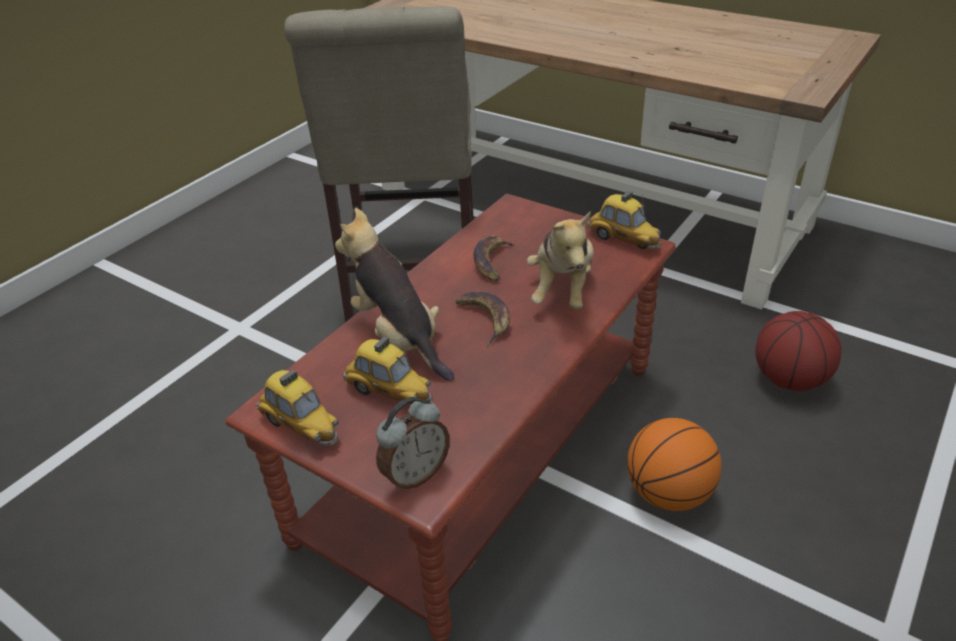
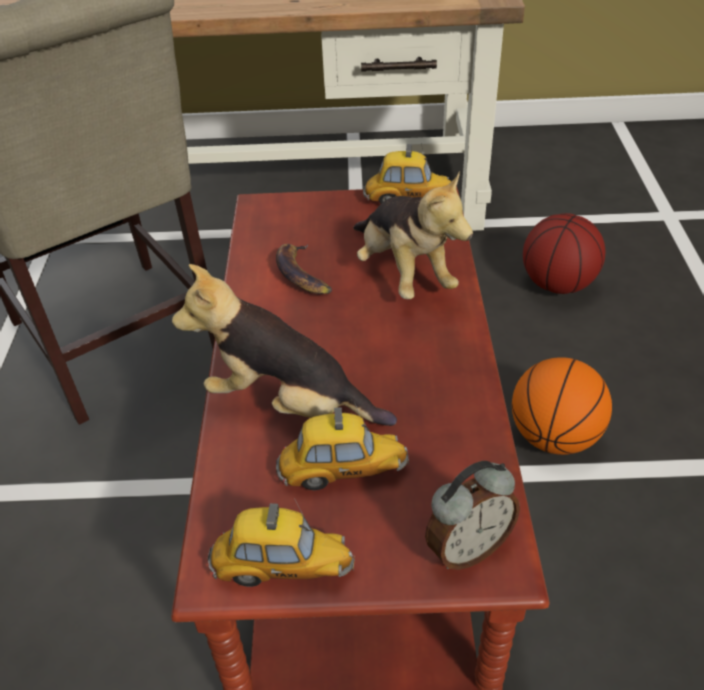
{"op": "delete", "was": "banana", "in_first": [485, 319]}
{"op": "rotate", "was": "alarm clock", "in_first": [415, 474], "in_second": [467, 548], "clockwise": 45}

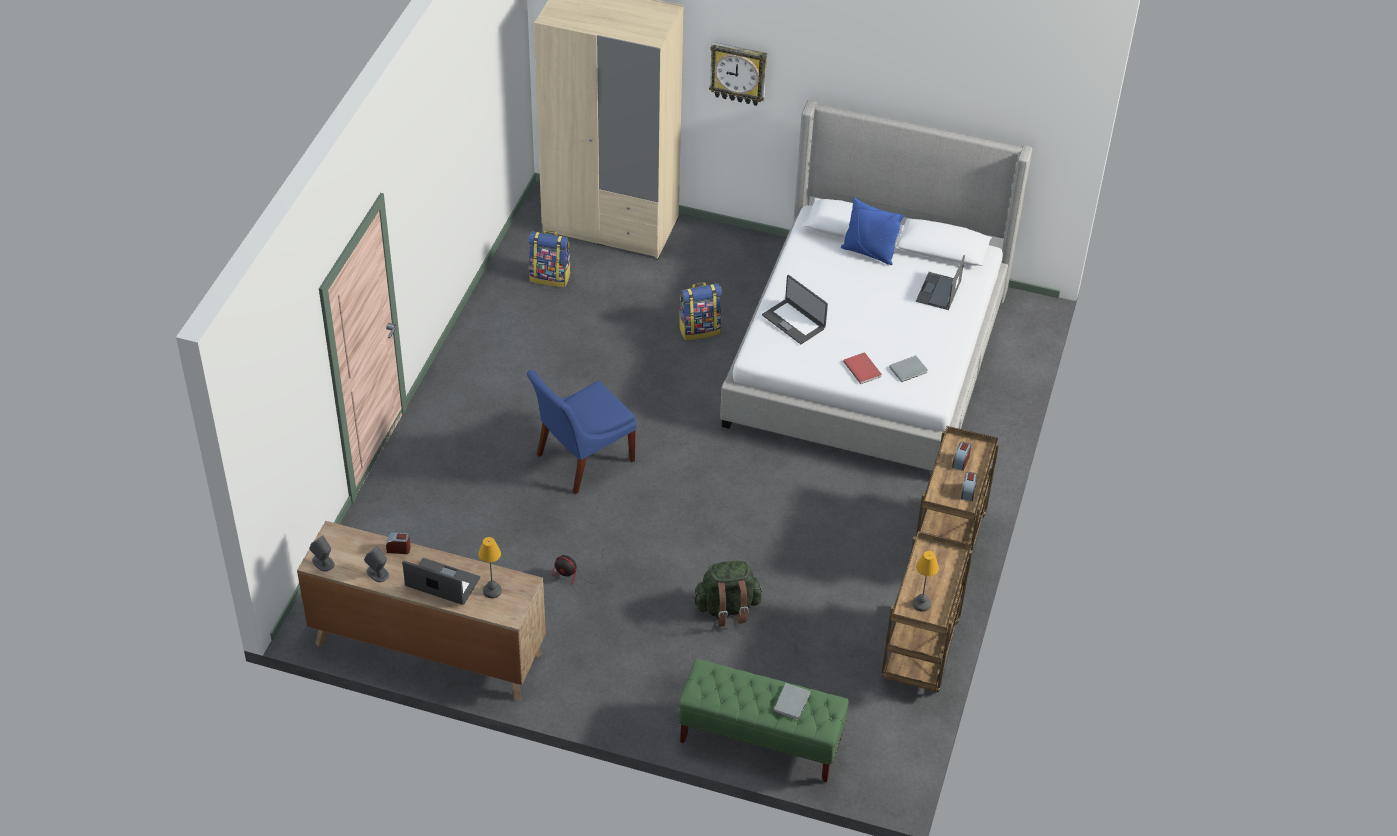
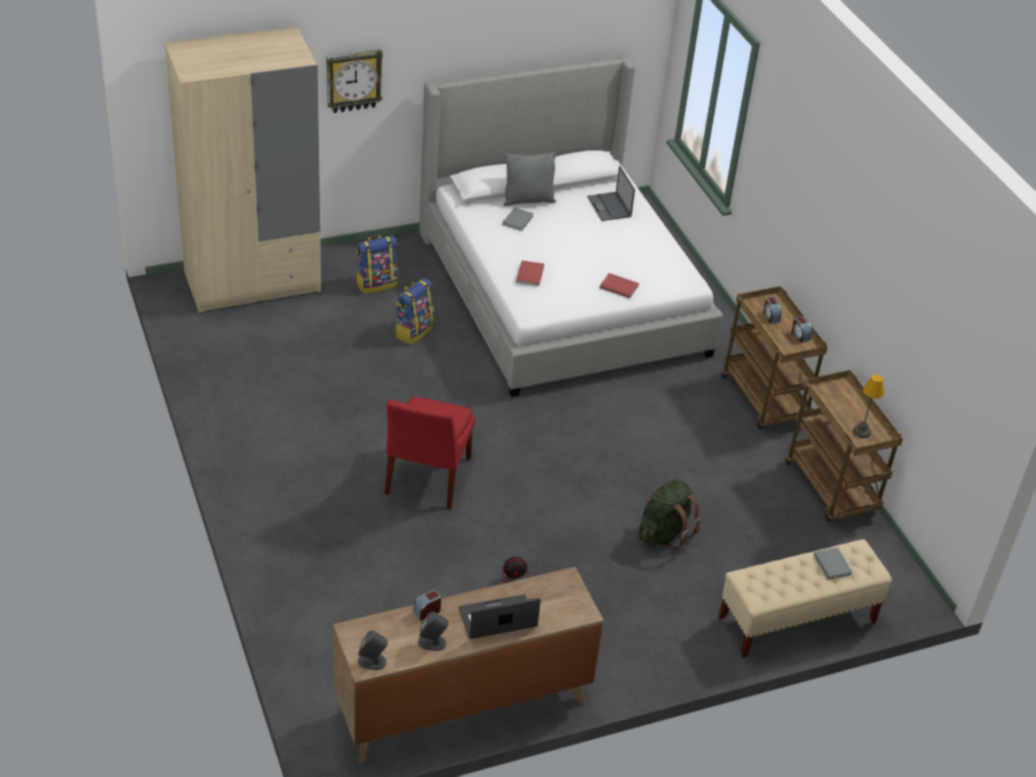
{"op": "recolor", "was": "blue pillow", "now": "grey pillow", "in_first": [869, 253], "in_second": [528, 201]}
{"op": "move", "was": "backpack", "in_first": [550, 277], "in_second": [376, 284]}
{"op": "replace", "was": "laptop", "now": "red book", "in_first": [794, 321], "in_second": [531, 274]}
{"op": "move", "was": "grey book", "in_first": [909, 370], "in_second": [518, 220]}
{"op": "recolor", "was": "blue chair", "now": "red chair", "in_first": [581, 459], "in_second": [426, 478]}
{"op": "delete", "was": "table lamp", "in_first": [492, 590]}
{"op": "recolor", "was": "green bench", "now": "beige bench", "in_first": [760, 740], "in_second": [796, 620]}

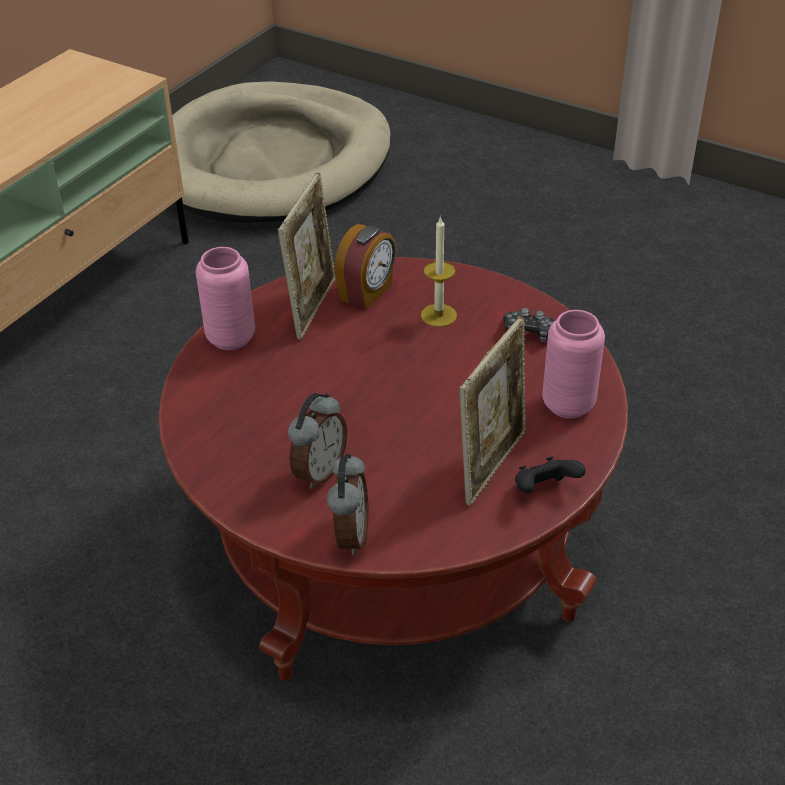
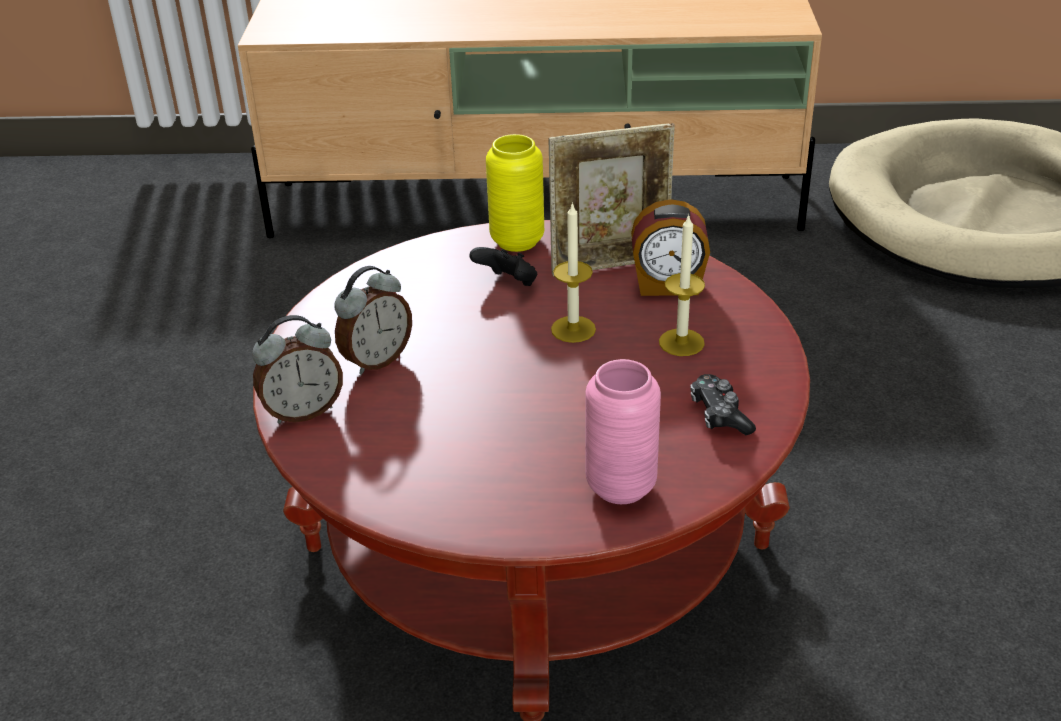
{"op": "recolor", "was": "pink vase", "now": "yellow vase", "in_first": [231, 338], "in_second": [517, 241]}
{"op": "delete", "was": "picture frame", "in_first": [492, 464]}
{"op": "rotate", "was": "alarm clock", "in_first": [318, 471], "in_second": [376, 360], "clockwise": -45}
{"op": "move", "was": "black game controller", "in_first": [544, 490], "in_second": [508, 284]}
{"op": "insert", "now": "candle", "in_second": [573, 329]}

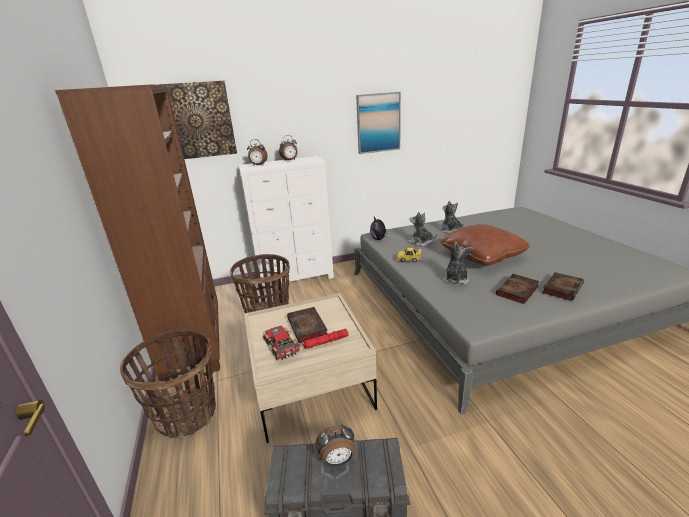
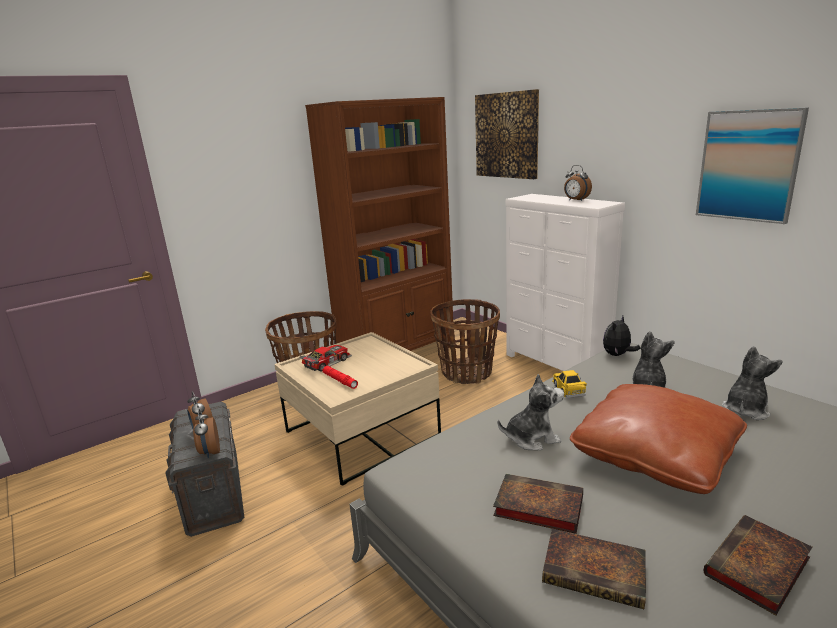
{"op": "move", "was": "alarm clock", "in_first": [258, 165], "in_second": [209, 452]}
{"op": "move", "was": "book", "in_first": [308, 327], "in_second": [757, 569]}

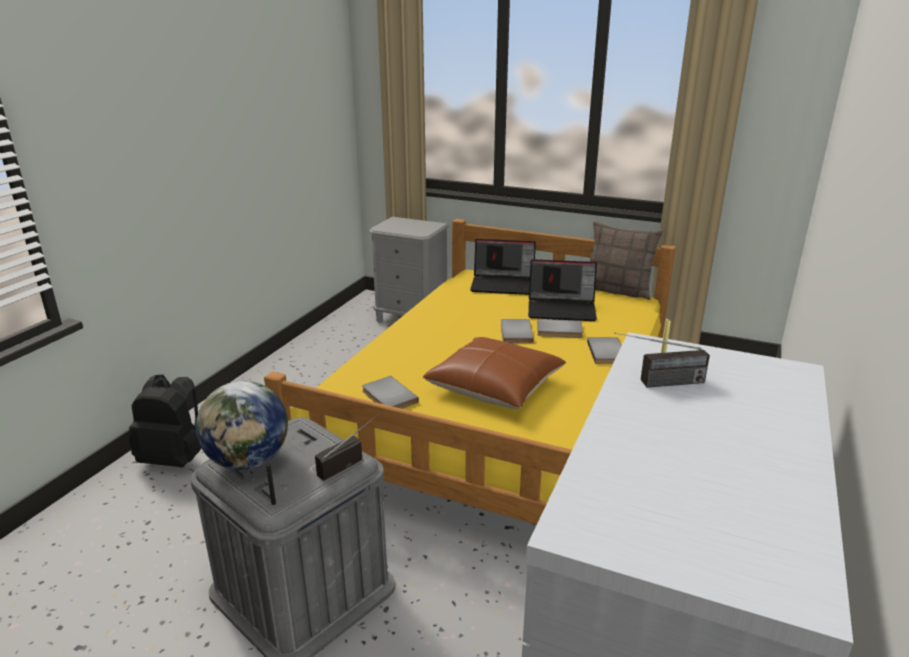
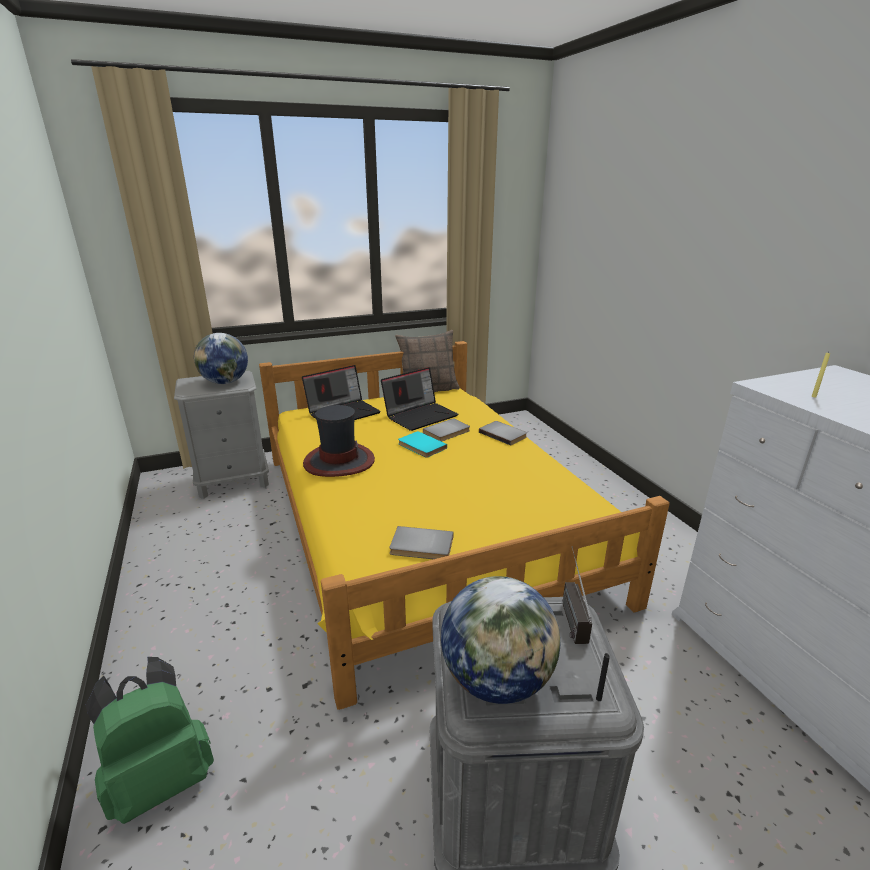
{"op": "recolor", "was": "grey book", "now": "turquoise book", "in_first": [514, 333], "in_second": [420, 446]}
{"op": "delete", "was": "radio", "in_first": [657, 383]}
{"op": "delete", "was": "brown pillow", "in_first": [495, 386]}
{"op": "recolor", "was": "black backpack", "now": "green backpack", "in_first": [174, 458], "in_second": [162, 779]}
{"op": "insert", "now": "globe", "in_second": [225, 382]}
{"op": "insert", "now": "hat", "in_second": [338, 461]}

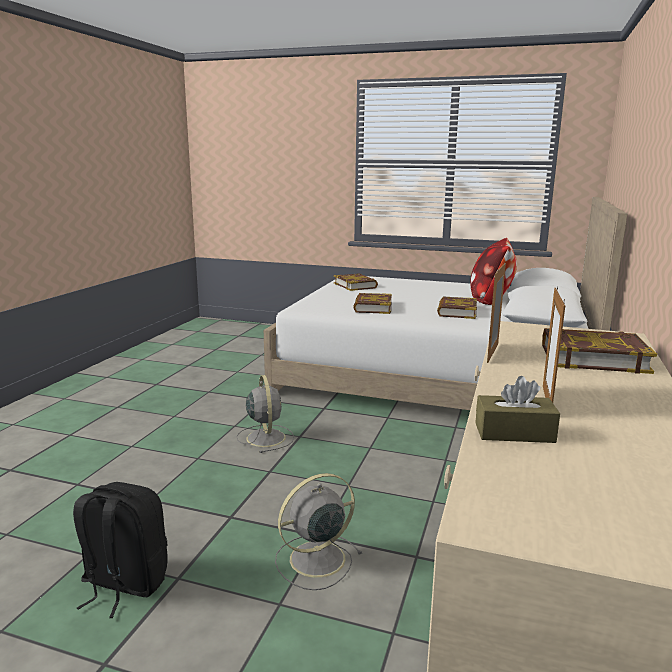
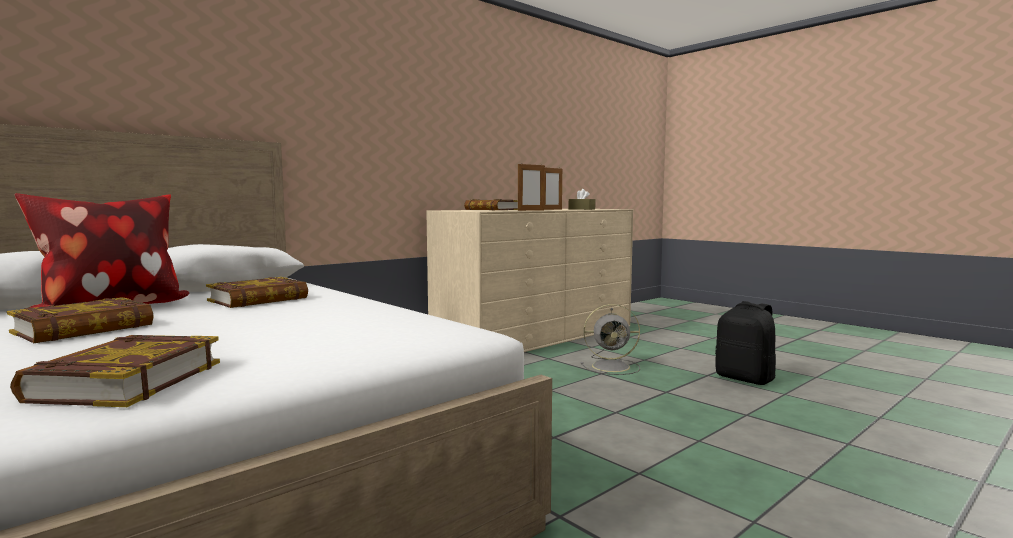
{"op": "move", "was": "book", "in_first": [372, 307], "in_second": [84, 329]}
{"op": "delete", "was": "grey fan", "in_first": [265, 437]}

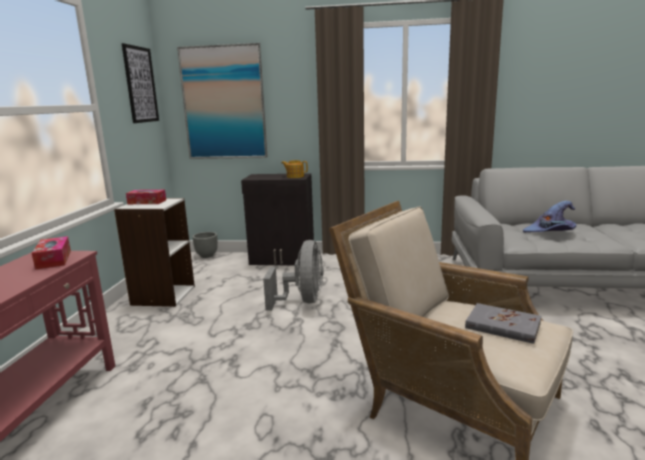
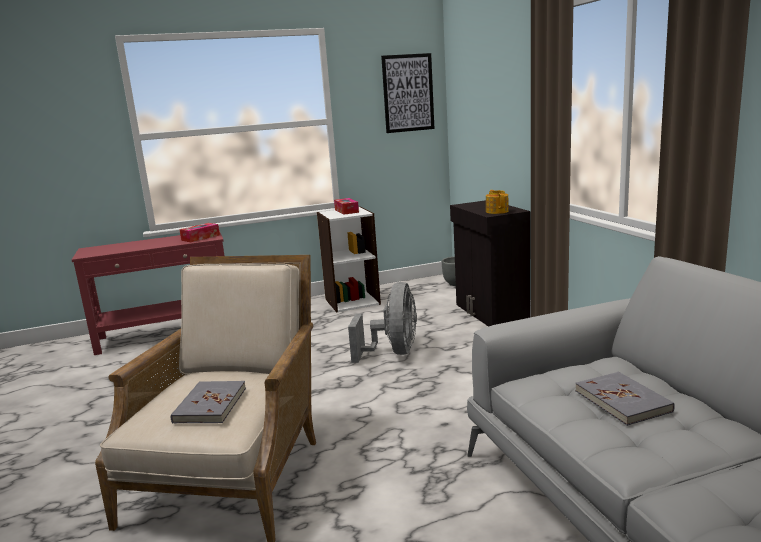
{"op": "delete", "was": "picture", "in_first": [224, 103]}
{"op": "replace", "was": "purple hat", "now": "grey book", "in_first": [550, 232], "in_second": [622, 401]}
{"op": "rotate", "was": "grey fan", "in_first": [302, 301], "in_second": [393, 352], "clockwise": -60}

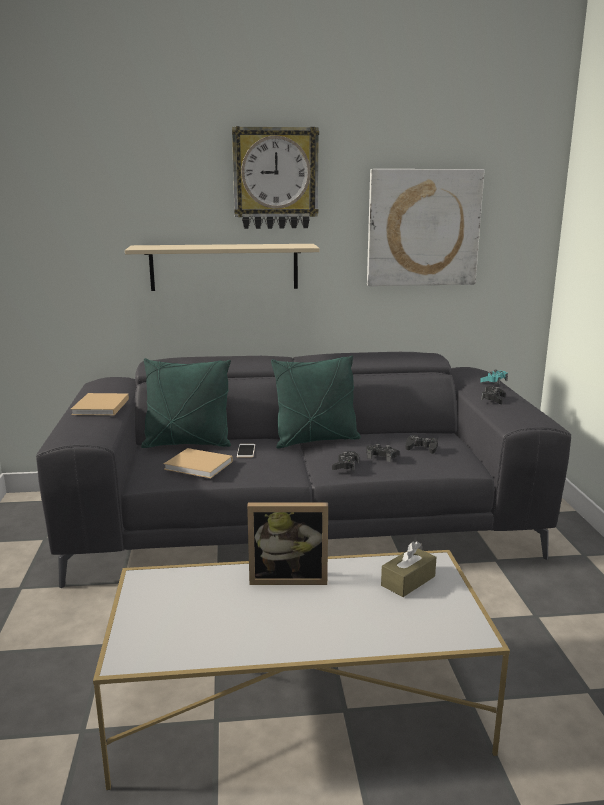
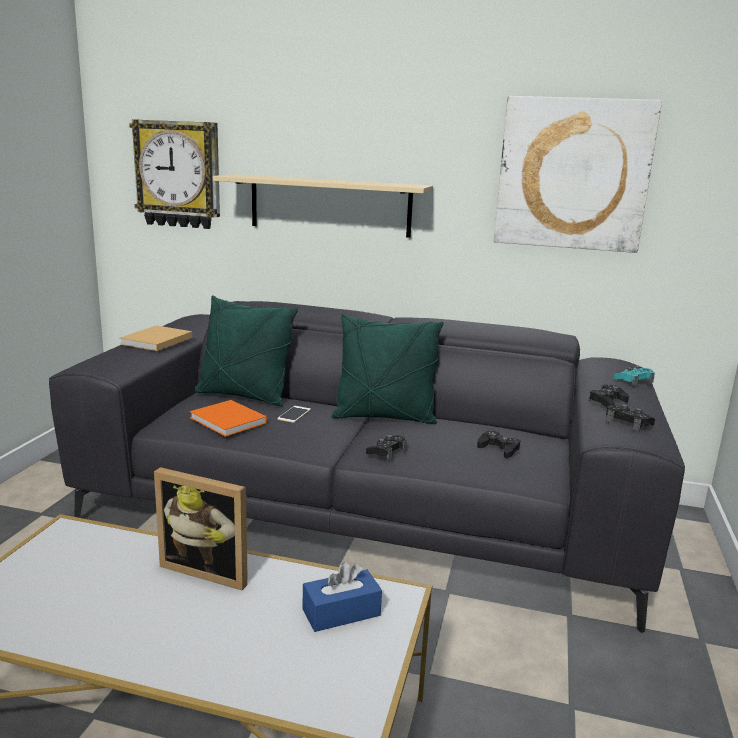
{"op": "move", "was": "wall clock", "in_first": [275, 178], "in_second": [178, 174]}
{"op": "move", "was": "black game controller", "in_first": [382, 456], "in_second": [628, 423]}
{"op": "recolor", "was": "beige book", "now": "orange book", "in_first": [200, 465], "in_second": [229, 421]}
{"op": "recolor", "was": "brown tissue box", "now": "blue tissue box", "in_first": [408, 581], "in_second": [341, 612]}

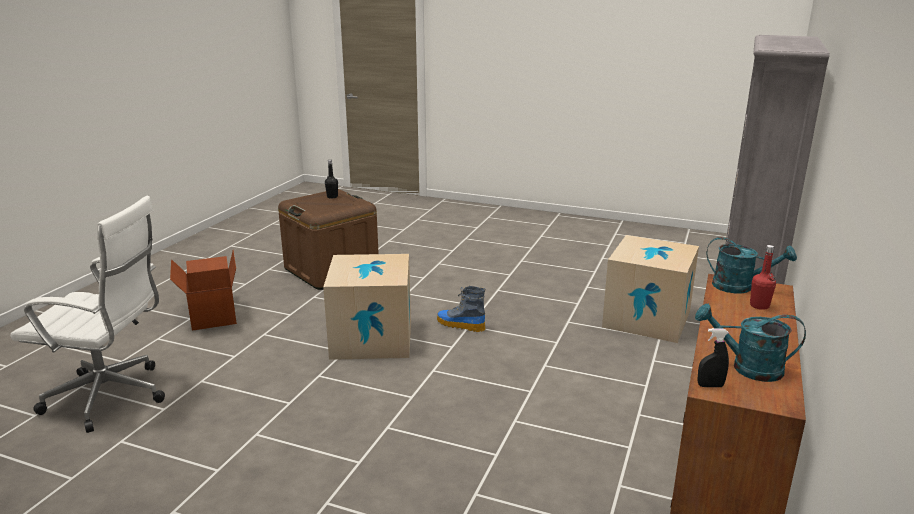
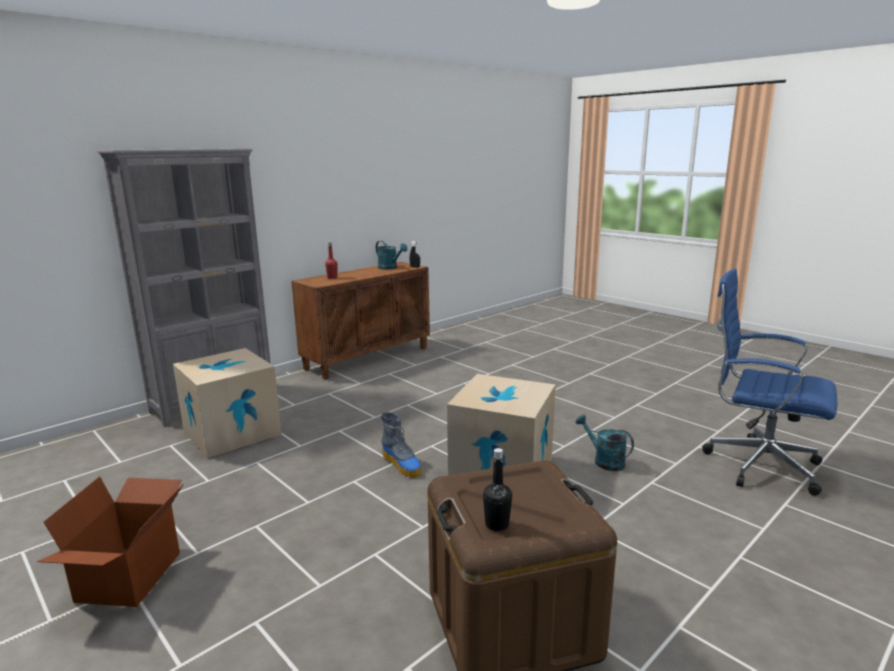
{"op": "recolor", "was": "white office chair", "now": "blue office chair", "in_first": [112, 398], "in_second": [756, 465]}
{"op": "move", "was": "turquoise watering can", "in_first": [740, 287], "in_second": [604, 461]}
{"op": "move", "was": "cardboard box", "in_first": [212, 316], "in_second": [131, 577]}

